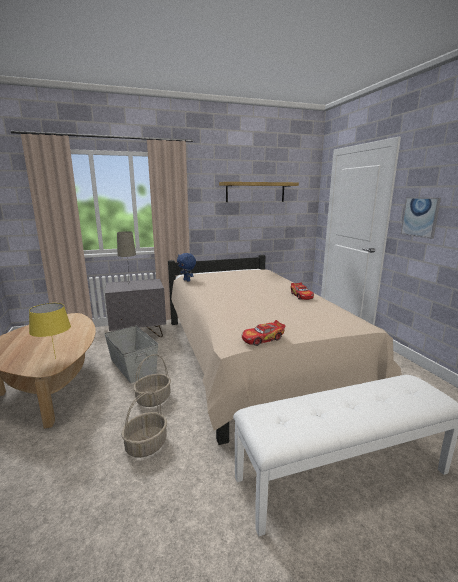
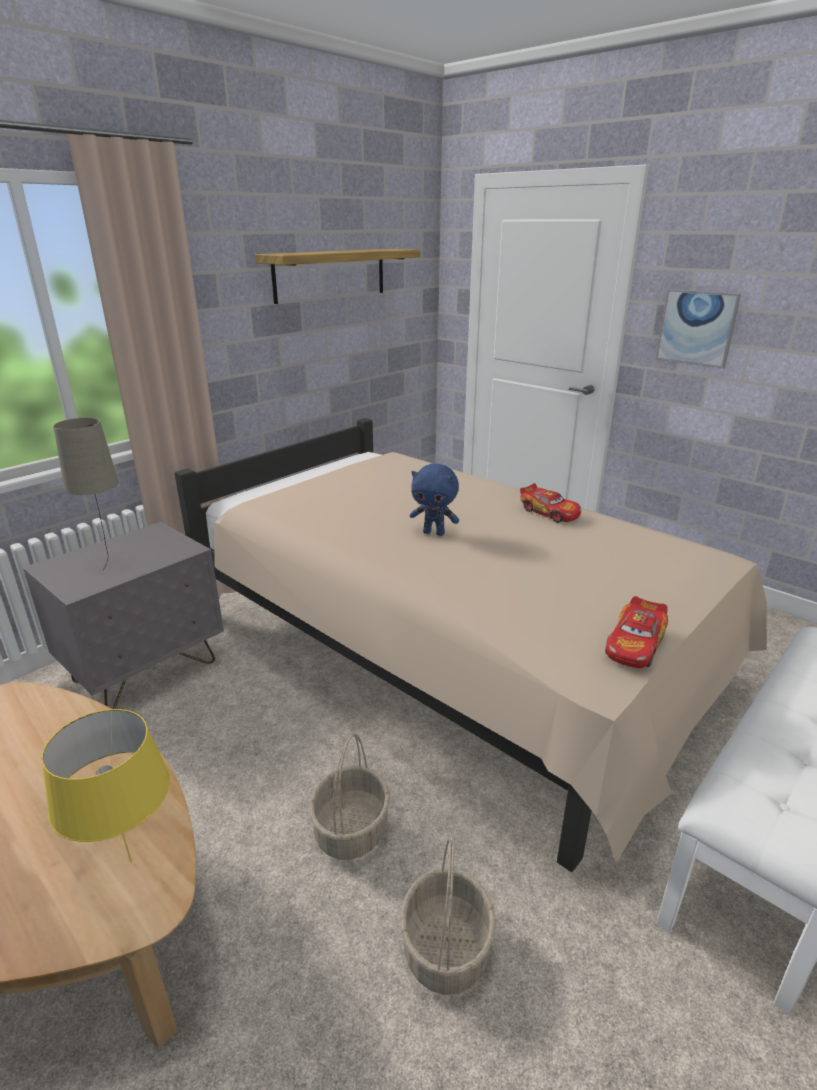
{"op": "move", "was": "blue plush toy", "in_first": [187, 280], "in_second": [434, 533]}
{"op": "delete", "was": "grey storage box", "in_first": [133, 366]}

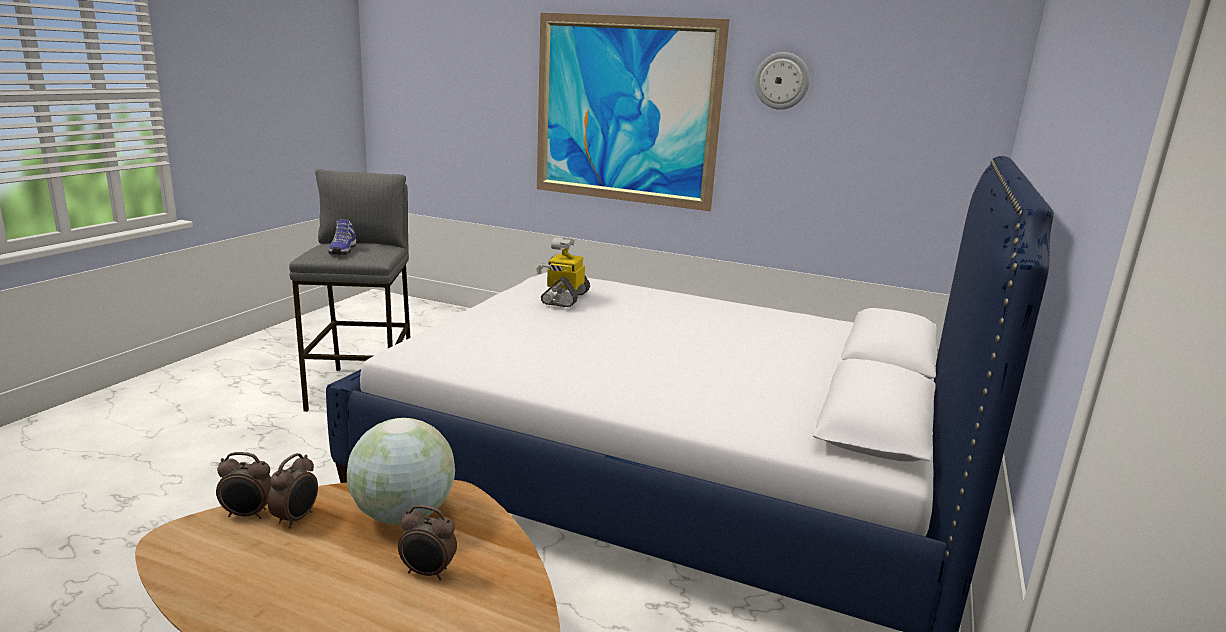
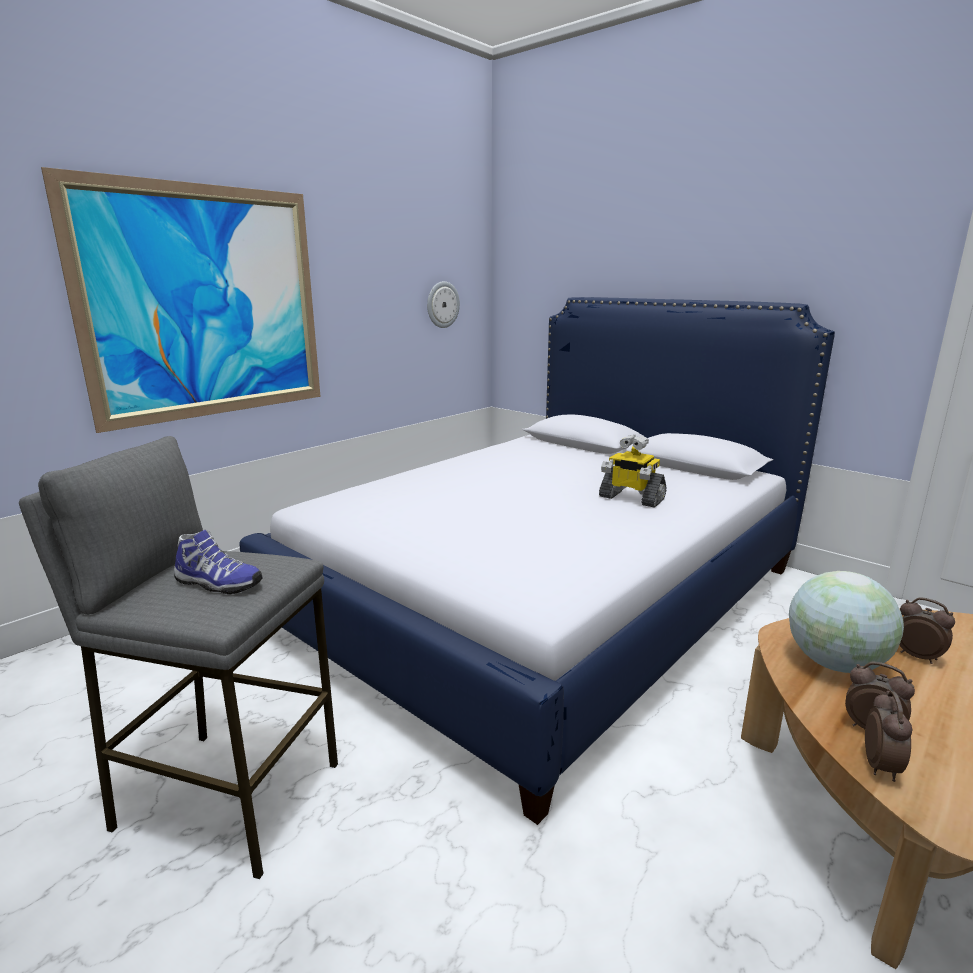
{"op": "move", "was": "wall clock", "in_first": [782, 81], "in_second": [442, 304]}
{"op": "move", "was": "toy robot", "in_first": [564, 298], "in_second": [631, 498]}
{"op": "rotate", "was": "alarm clock", "in_first": [428, 573], "in_second": [917, 656], "clockwise": -75}

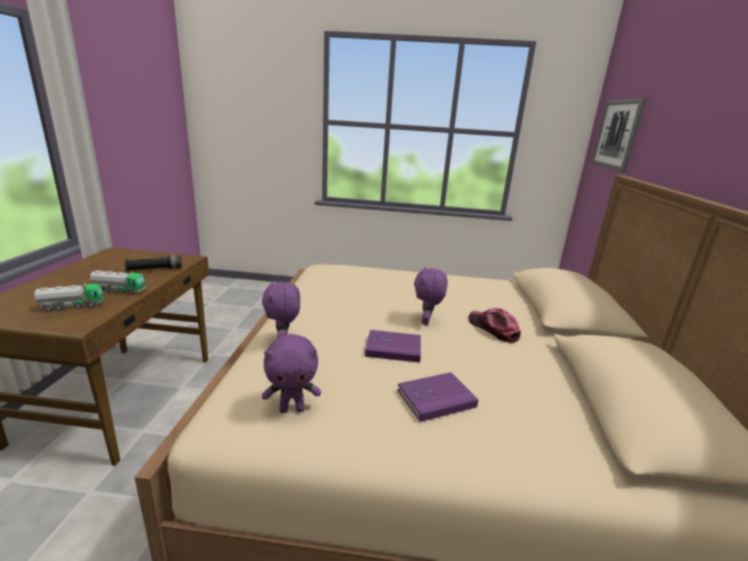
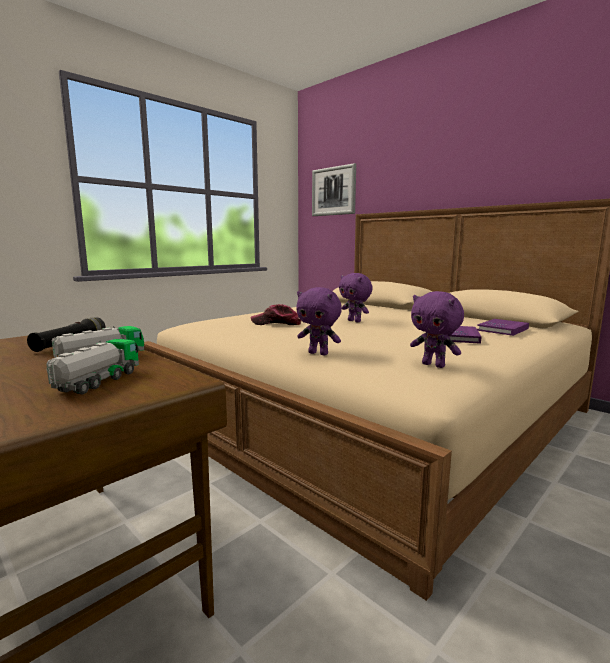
{"op": "move", "was": "cap", "in_first": [493, 329], "in_second": [276, 323]}
{"op": "move", "was": "purple book", "in_first": [393, 348], "in_second": [503, 329]}
{"op": "rotate", "was": "purple plush toy", "in_first": [292, 409], "in_second": [434, 365], "clockwise": 105}

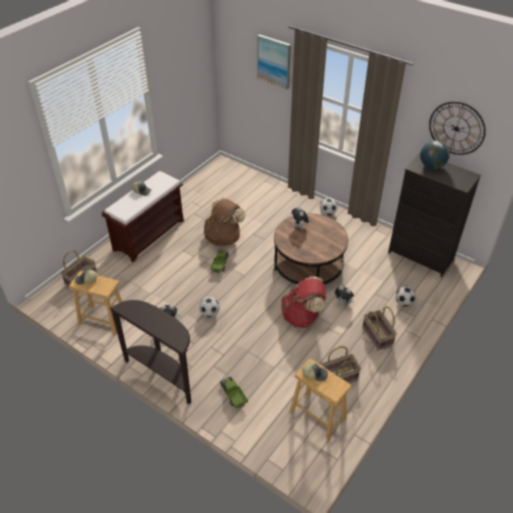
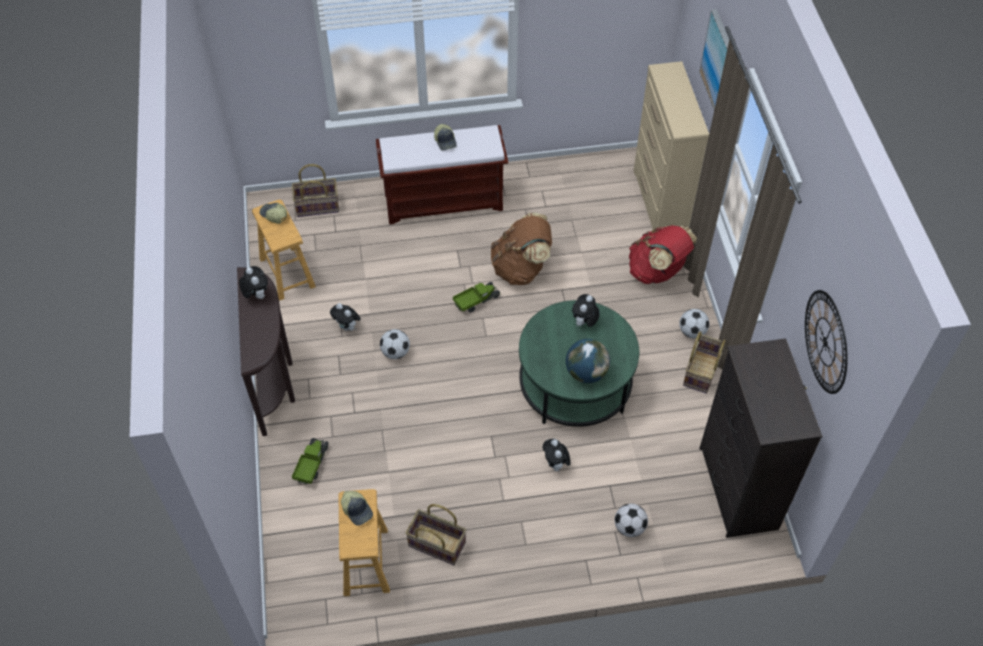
{"op": "move", "was": "globe", "in_first": [431, 166], "in_second": [586, 373]}
{"op": "recolor", "was": "brown coffee table", "now": "green coffee table", "in_first": [308, 266], "in_second": [575, 384]}
{"op": "move", "was": "red backpack", "in_first": [302, 316], "in_second": [657, 272]}
{"op": "move", "was": "basket", "in_first": [378, 336], "in_second": [702, 372]}
{"op": "insert", "now": "beige dresser", "in_second": [659, 204]}
{"op": "insert", "now": "plush toy", "in_second": [256, 295]}

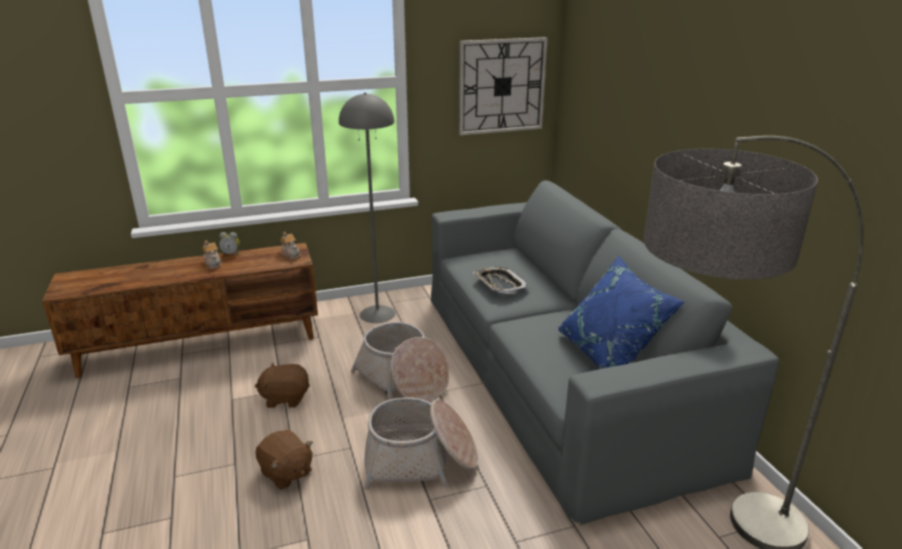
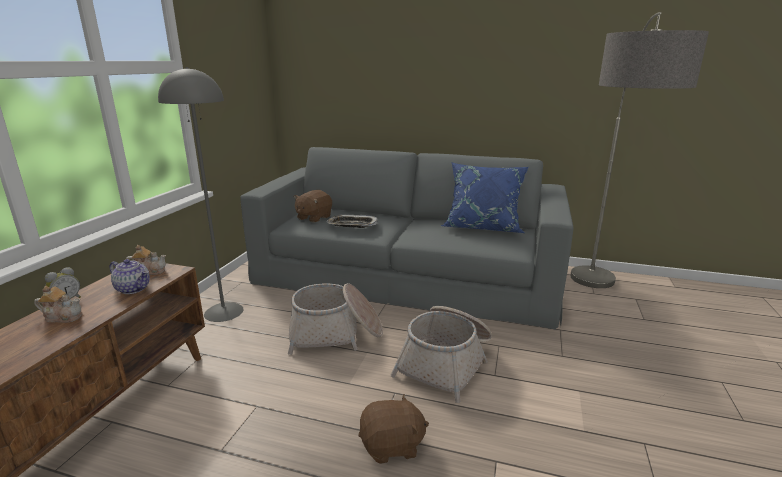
{"op": "delete", "was": "wall clock", "in_first": [502, 86]}
{"op": "move", "was": "brown plush toy", "in_first": [285, 398], "in_second": [313, 217]}
{"op": "insert", "now": "teapot", "in_second": [134, 289]}

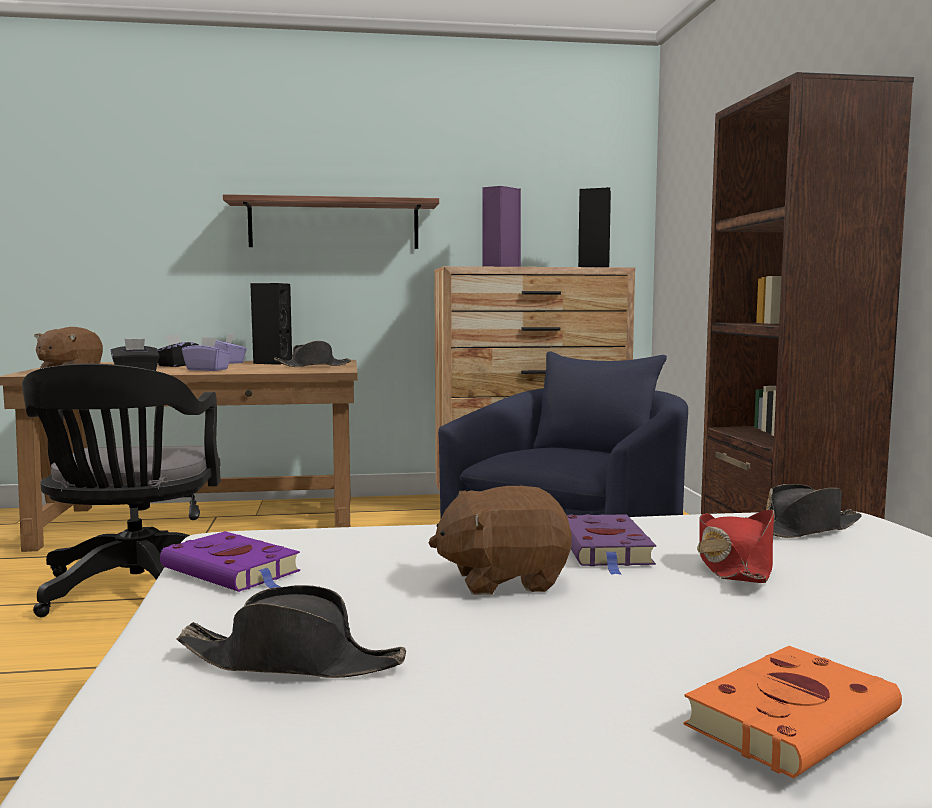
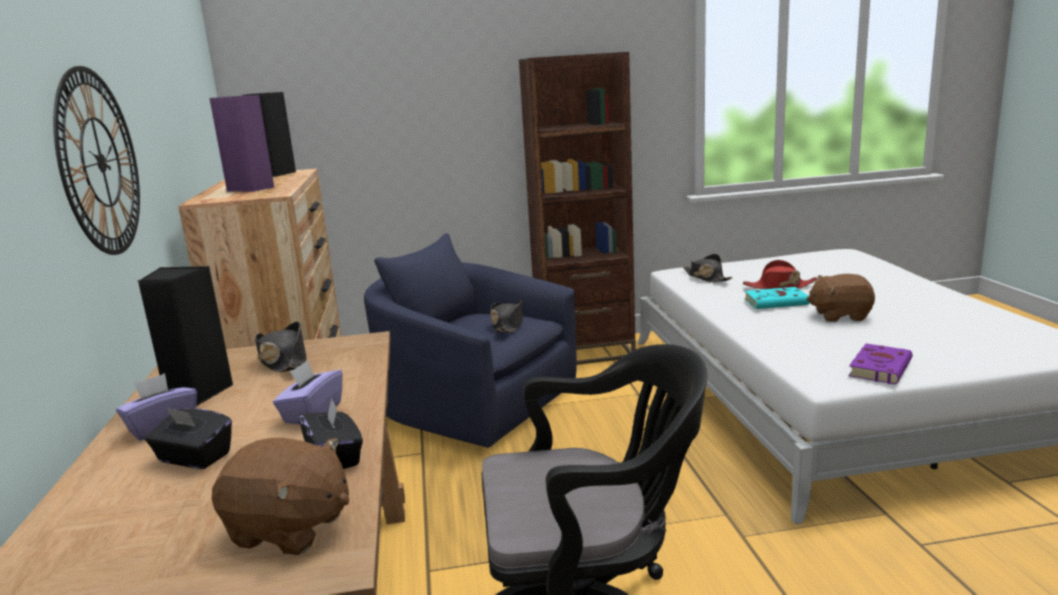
{"op": "replace", "was": "shelf", "now": "wall clock", "in_first": [334, 225], "in_second": [100, 162]}
{"op": "rotate", "was": "brown plush toy", "in_first": [503, 580], "in_second": [840, 316], "clockwise": 105}
{"op": "recolor", "was": "purple book", "now": "turquoise book", "in_first": [605, 549], "in_second": [778, 302]}
{"op": "move", "was": "black hat", "in_first": [292, 662], "in_second": [508, 325]}
{"op": "delete", "was": "orange book", "in_first": [794, 718]}

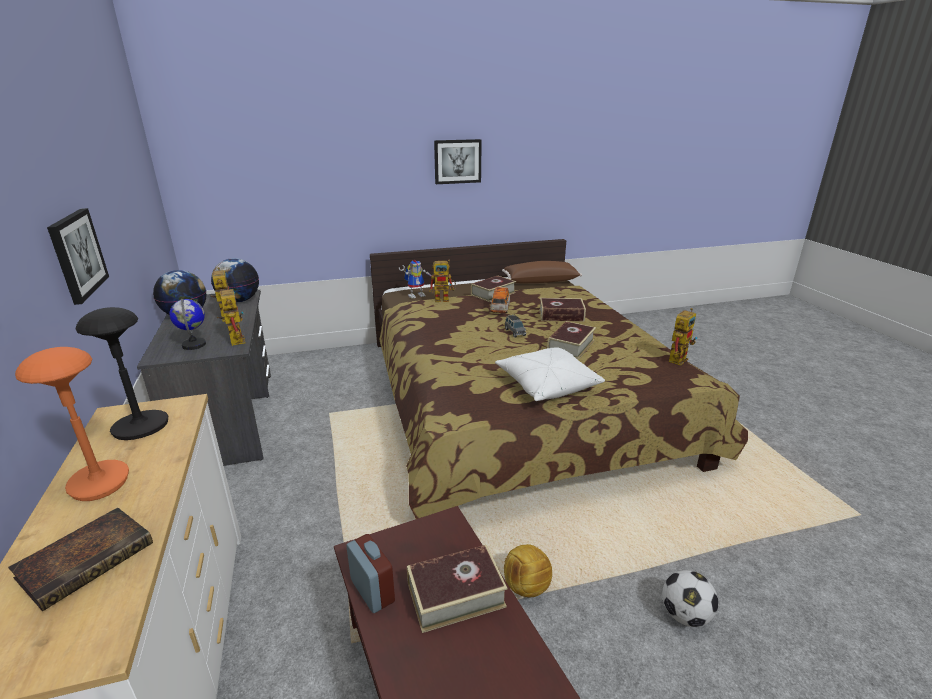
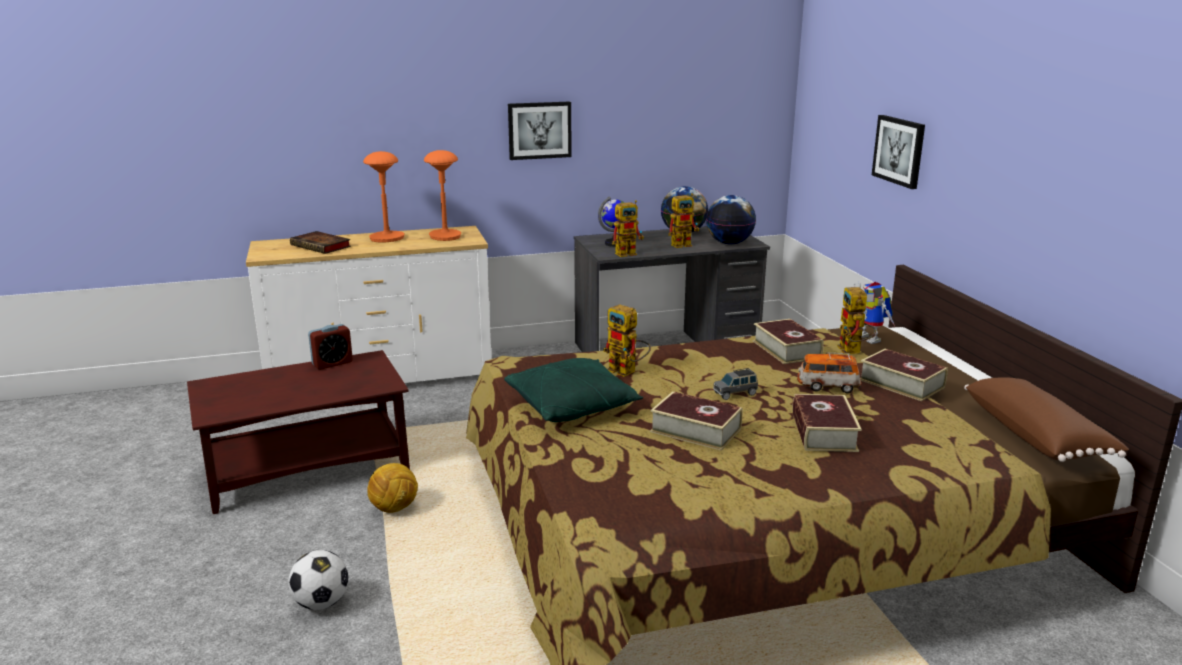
{"op": "move", "was": "picture", "in_first": [457, 161], "in_second": [899, 151]}
{"op": "recolor", "was": "black table lamp", "now": "orange table lamp", "in_first": [141, 426], "in_second": [445, 236]}
{"op": "move", "was": "toy robot", "in_first": [678, 358], "in_second": [627, 372]}
{"op": "recolor", "was": "white pillow", "now": "green pillow", "in_first": [546, 385], "in_second": [572, 406]}
{"op": "move", "was": "book", "in_first": [456, 595], "in_second": [786, 349]}

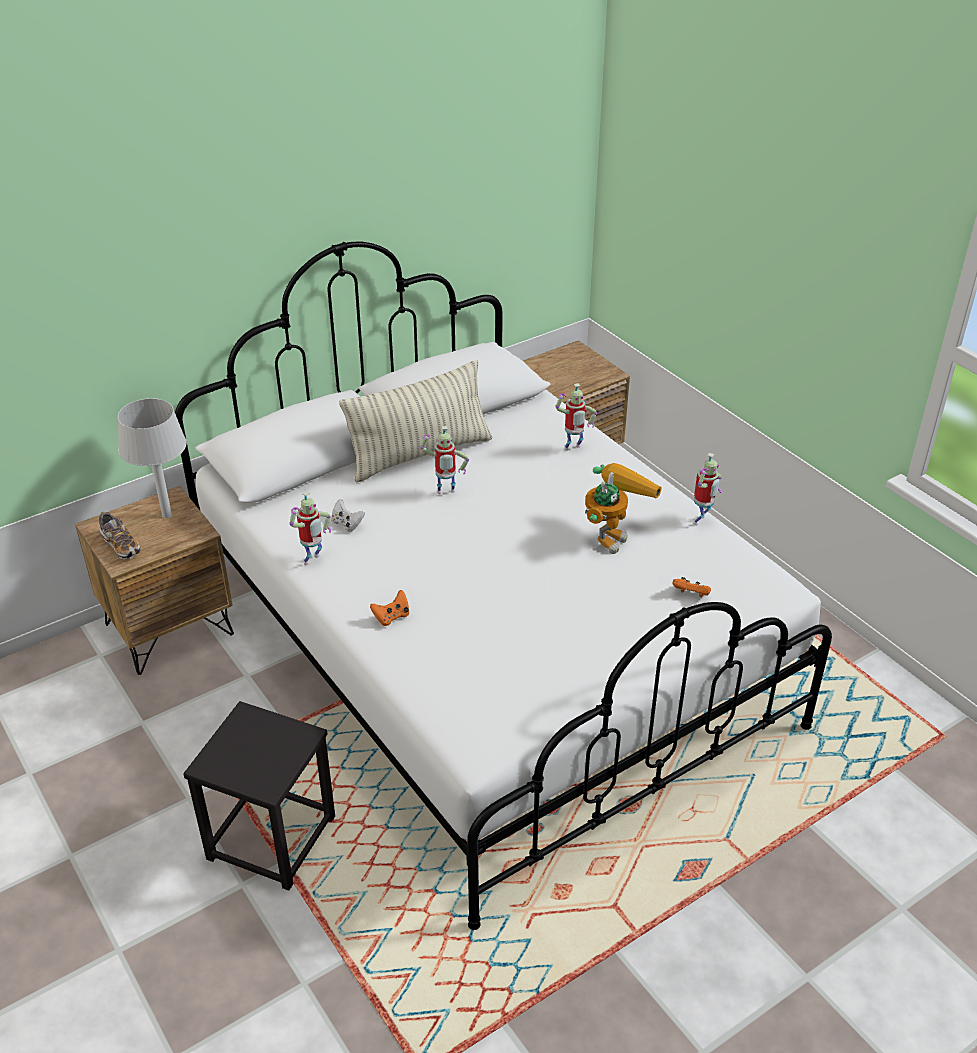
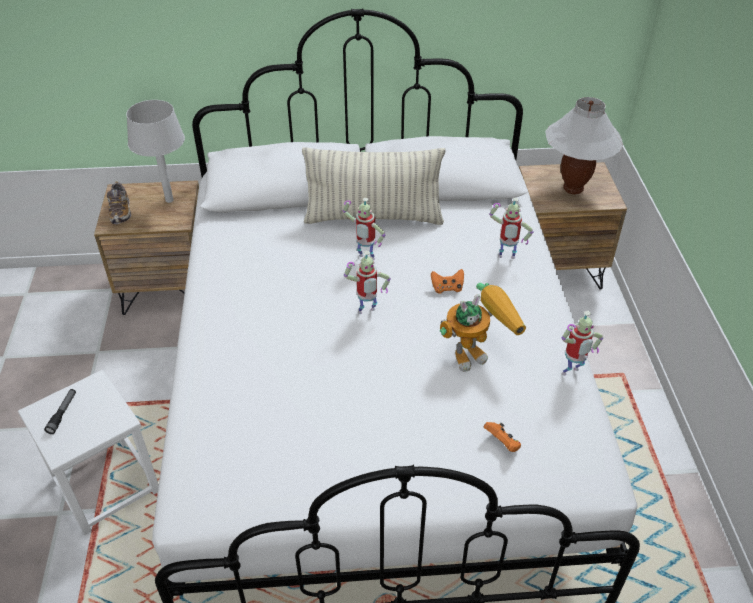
{"op": "move", "was": "toy robot", "in_first": [313, 561], "in_second": [367, 313]}
{"op": "delete", "was": "white game controller", "in_first": [347, 524]}
{"op": "move", "was": "orange game controller", "in_first": [391, 617], "in_second": [447, 288]}
{"op": "recolor", "was": "black stool", "now": "white stool", "in_first": [272, 838], "in_second": [106, 486]}
{"op": "insert", "now": "white table lamp", "in_second": [573, 188]}
{"op": "insert", "now": "flashlight", "in_second": [62, 413]}

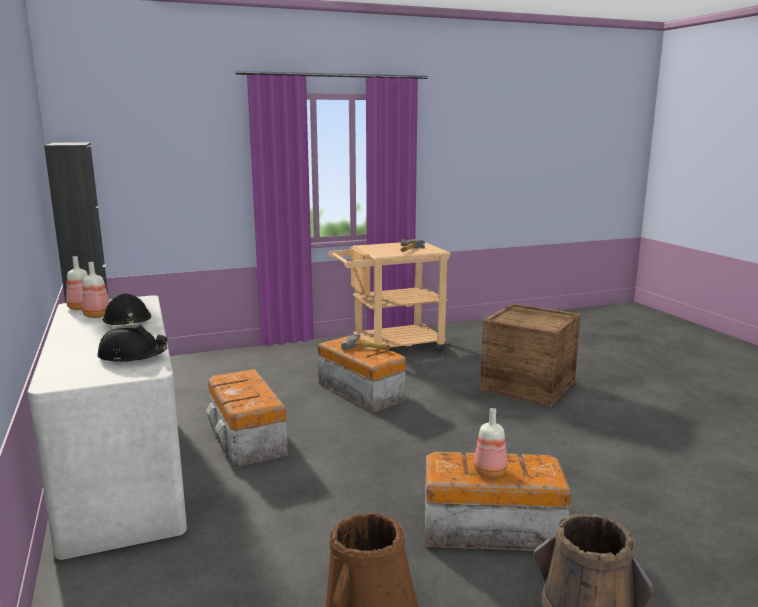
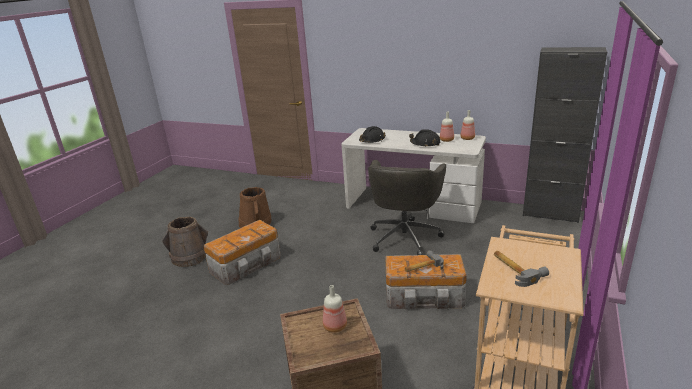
{"op": "replace", "was": "storage box", "now": "grey office chair", "in_first": [247, 439], "in_second": [405, 236]}
{"op": "move", "was": "bottle", "in_first": [491, 472], "in_second": [334, 327]}

